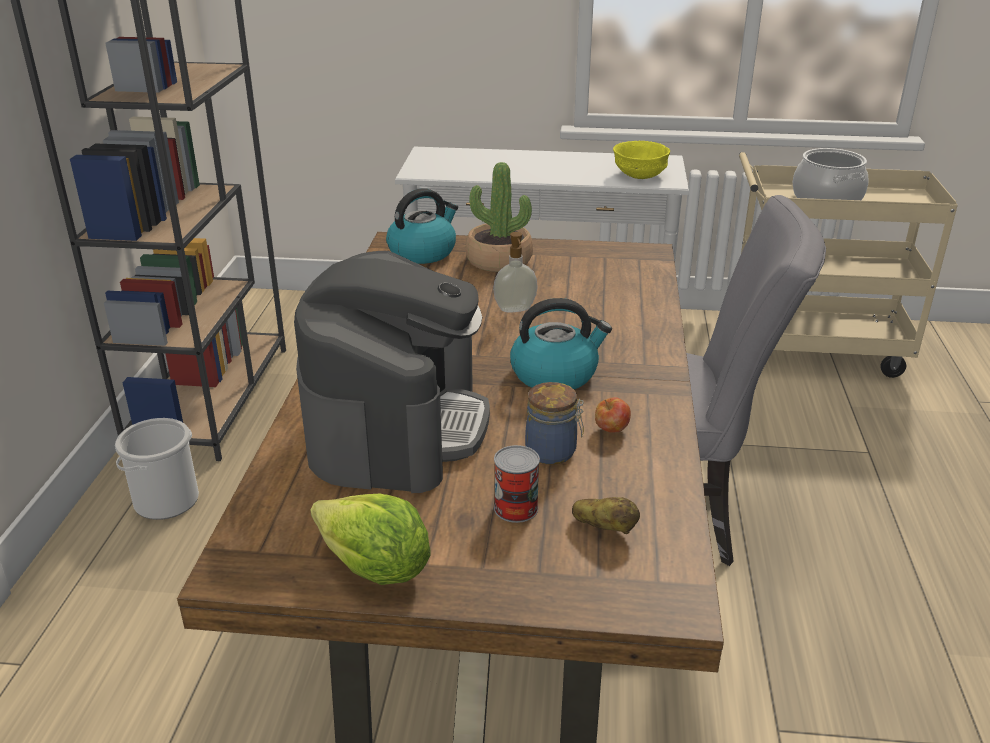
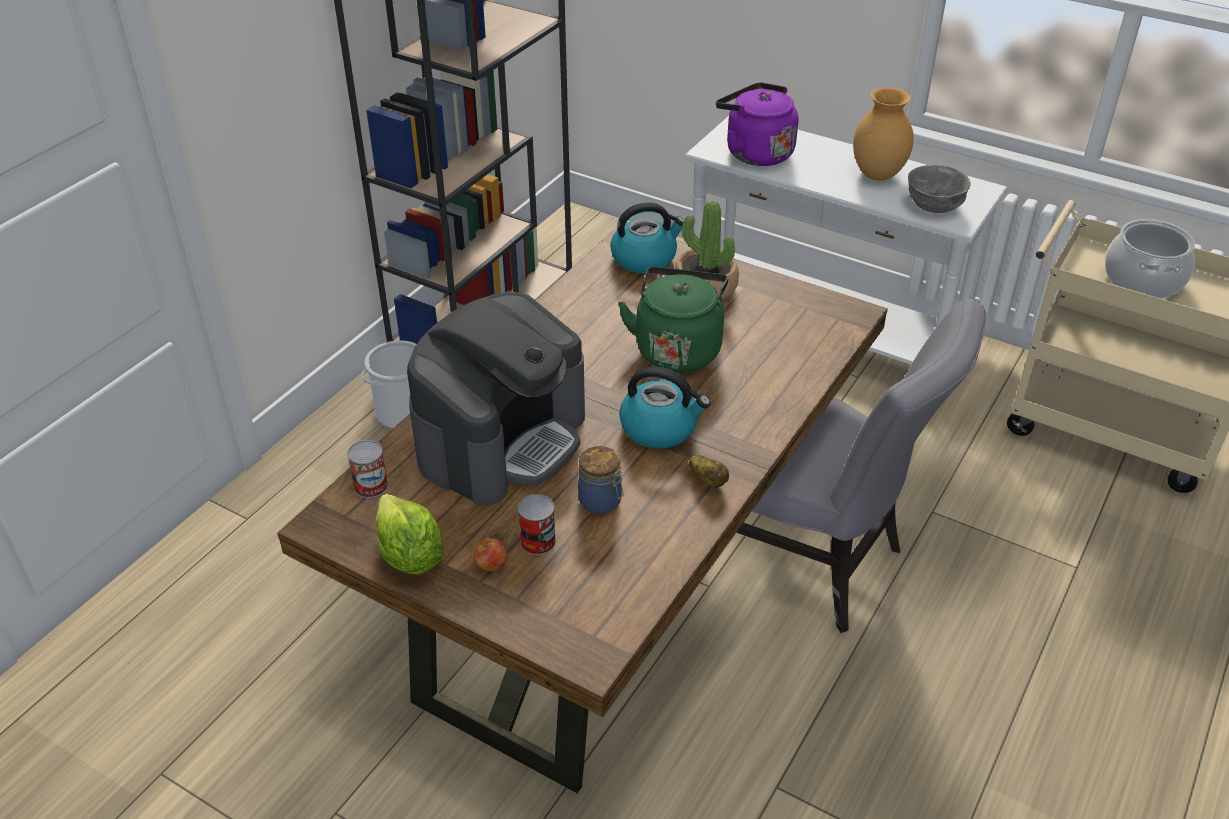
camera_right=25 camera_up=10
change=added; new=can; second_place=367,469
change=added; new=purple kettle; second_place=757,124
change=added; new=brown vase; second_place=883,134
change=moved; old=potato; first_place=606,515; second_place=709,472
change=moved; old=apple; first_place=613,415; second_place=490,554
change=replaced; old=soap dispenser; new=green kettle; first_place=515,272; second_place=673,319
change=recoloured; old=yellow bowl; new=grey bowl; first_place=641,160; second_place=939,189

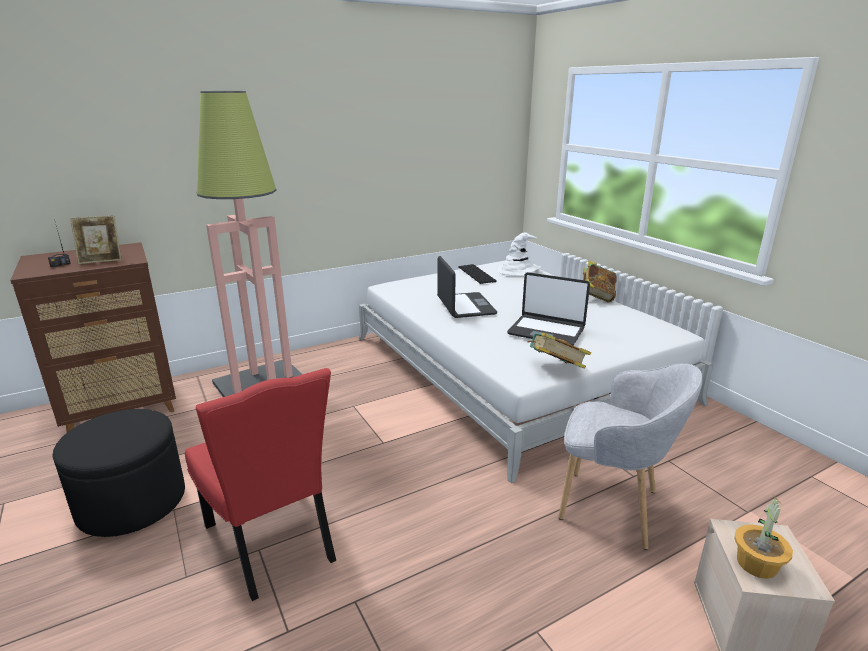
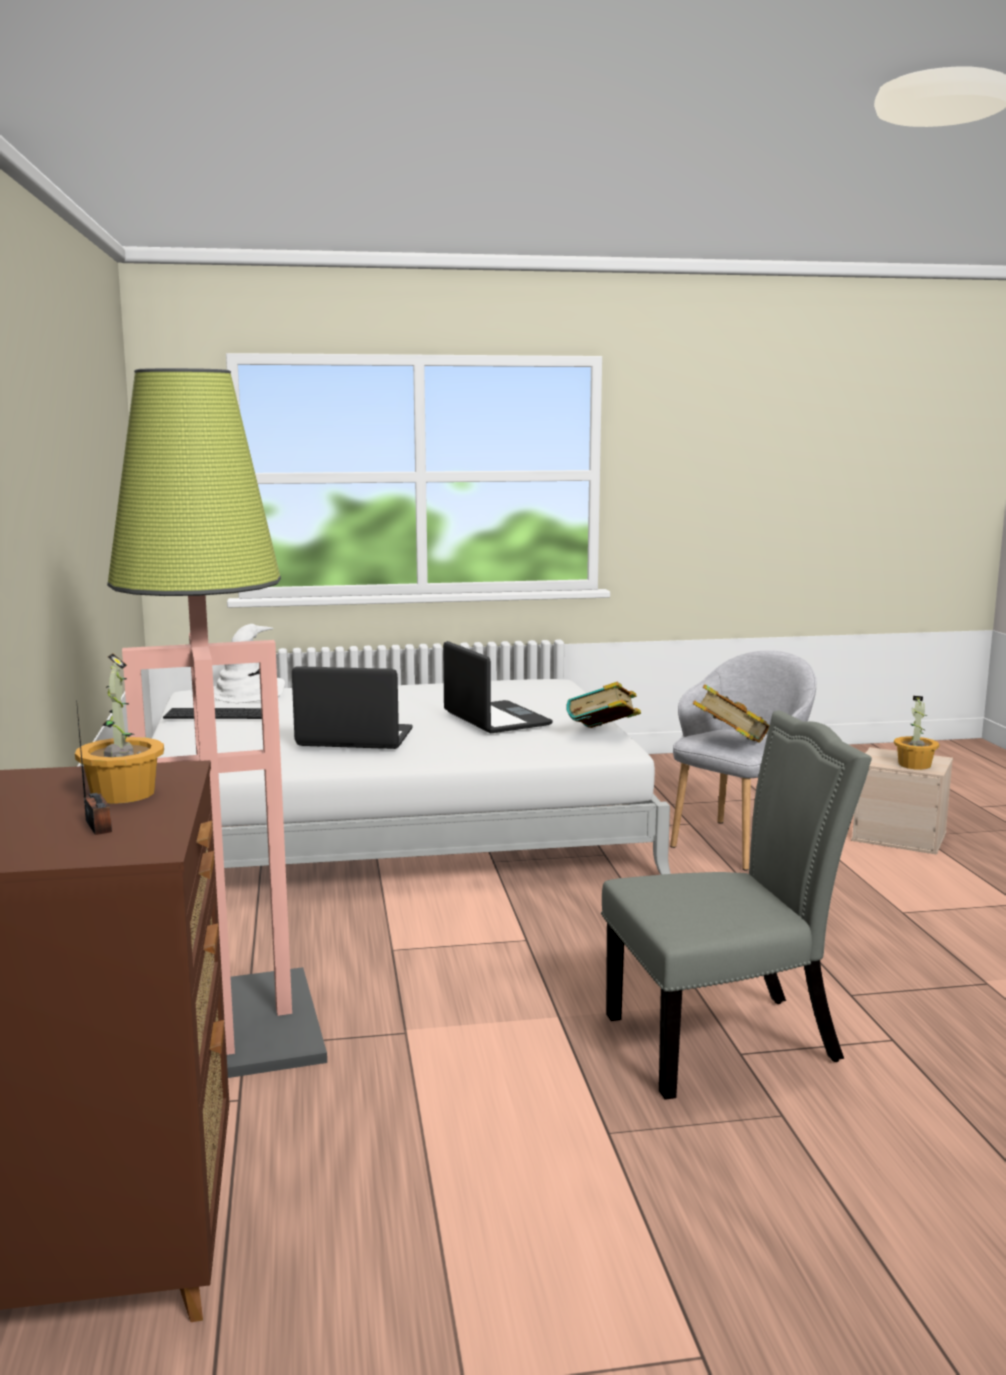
camera_right=-70 camera_up=-10
change=removed; old=black ottoman; first_place=118,473
change=moved; old=book; first_place=600,281; second_place=731,713
change=replaced; old=picture frame; new=potted plant; first_place=96,239; second_place=119,728
change=recoloured; old=red chair; new=grey chair; first_place=260,484; second_place=736,905
change=turned; old=laptop; first_place=548,309; second_place=498,687; degrees=-75

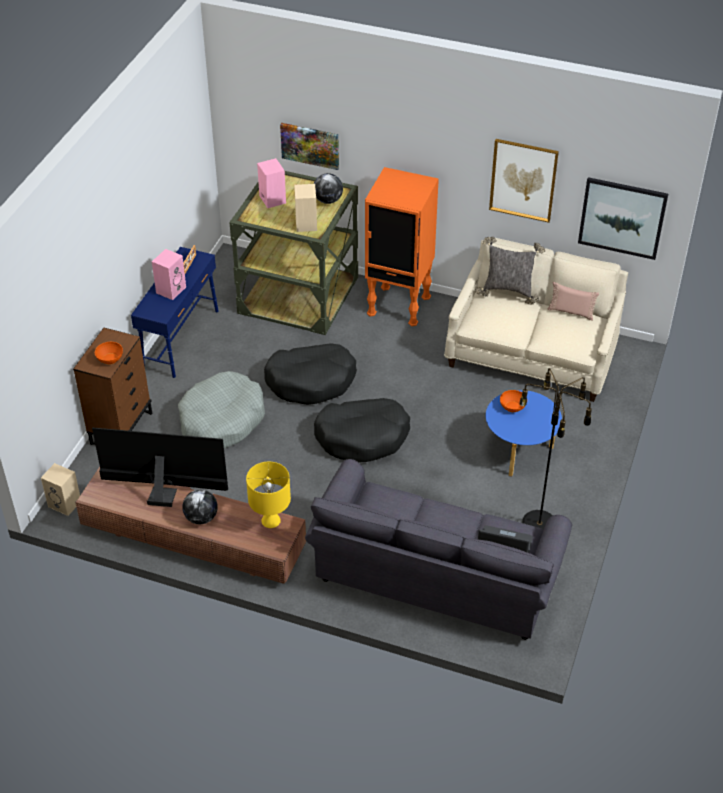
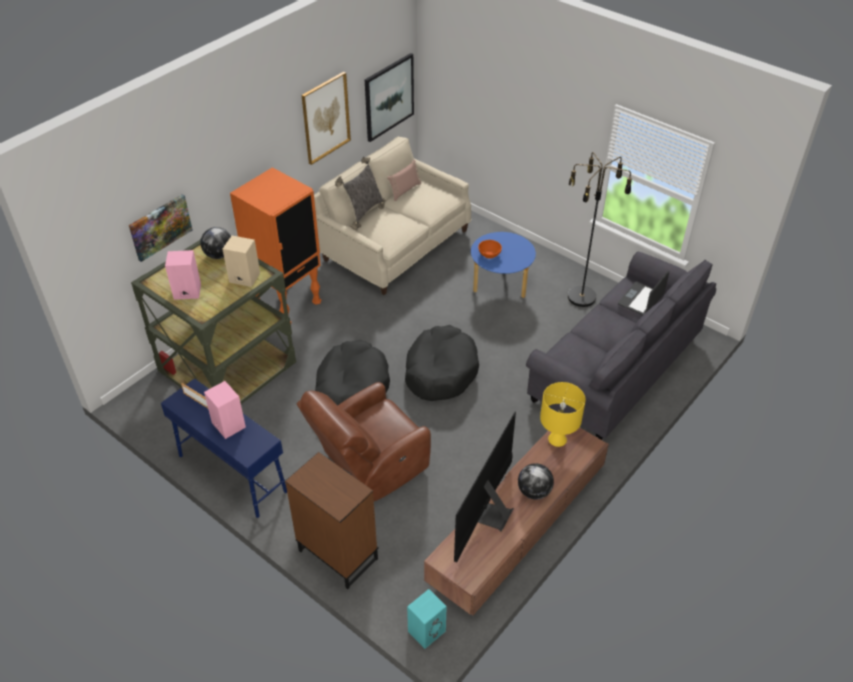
camera_right=-70 camera_up=0
change=removed; old=orange bowl; first_place=109,353
change=replaced; old=grey dog bed; new=brown armchair; first_place=221,409; second_place=364,441
change=recoloured; old=beige speaker; new=turquoise speaker; first_place=60,489; second_place=427,619

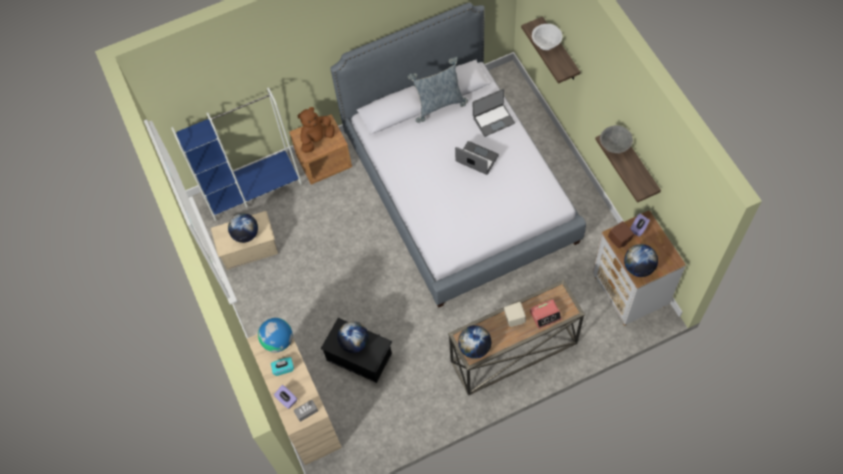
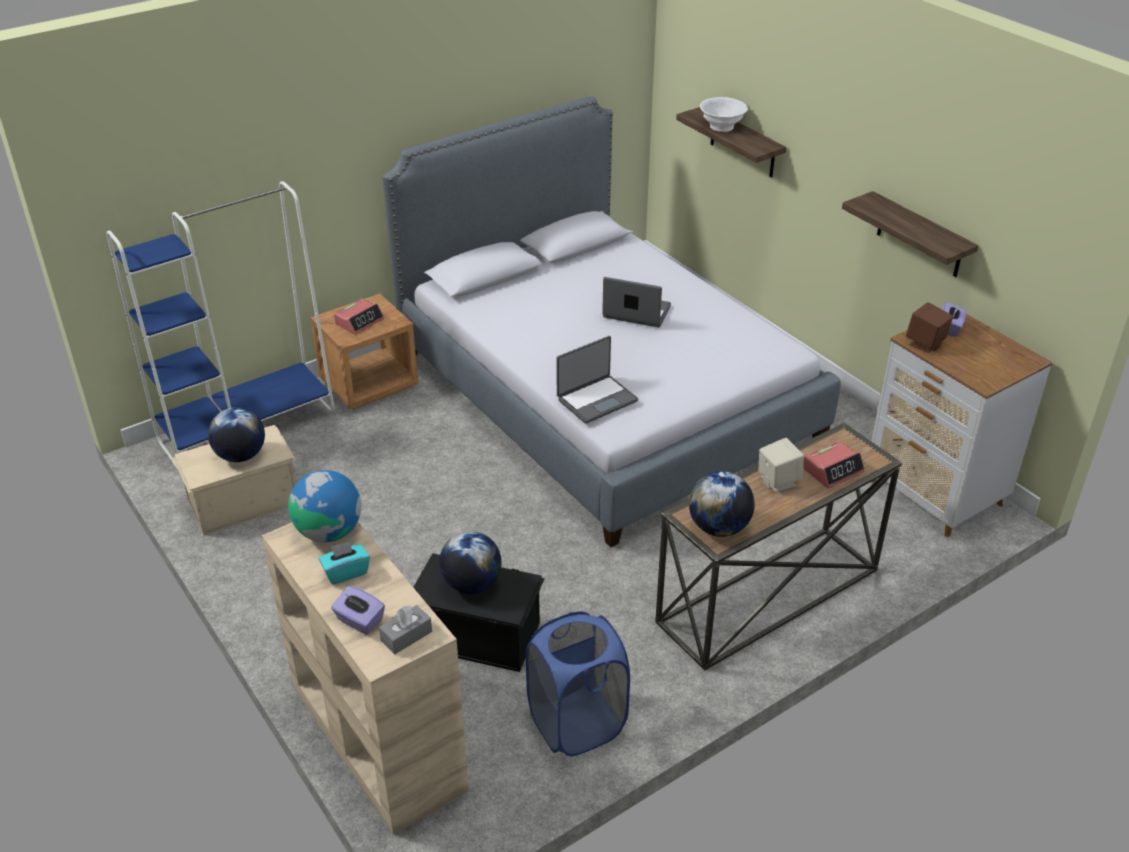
camera_right=-15 camera_up=-25
change=removed; old=pillow; first_place=438,90
change=removed; old=grey bowl; first_place=616,139
change=removed; old=globe; first_place=641,260
change=added; new=blue laundry basket; second_place=578,683
change=moved; old=laptop; first_place=494,113; second_place=597,380
change=replaced; old=brown plush toy; new=alarm clock; first_place=316,130; second_place=359,316

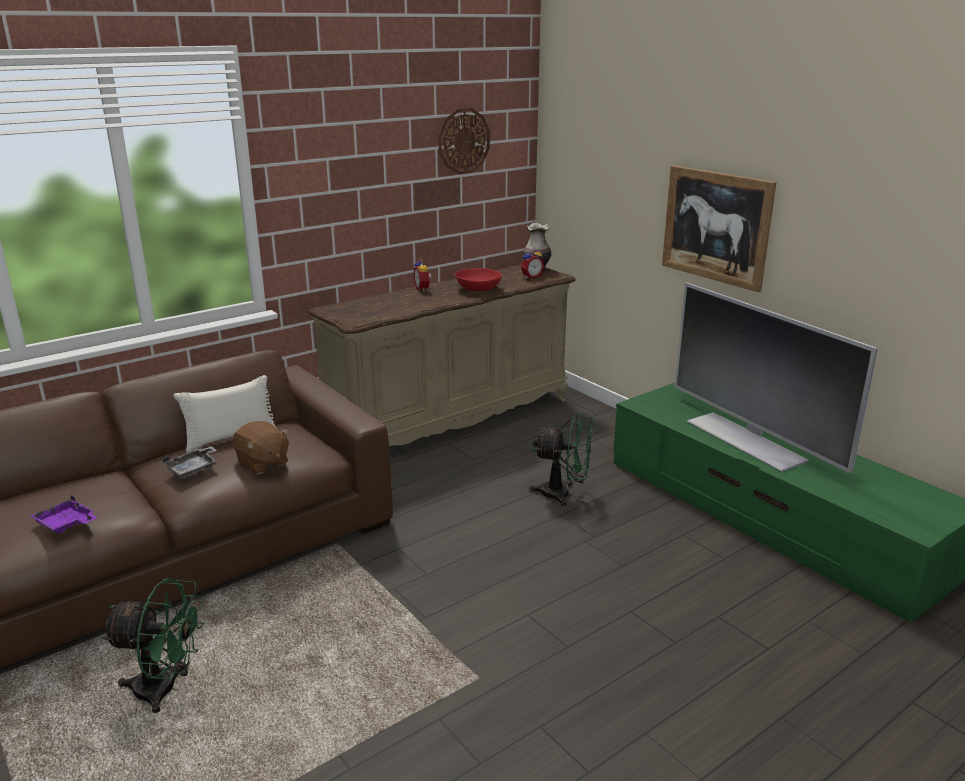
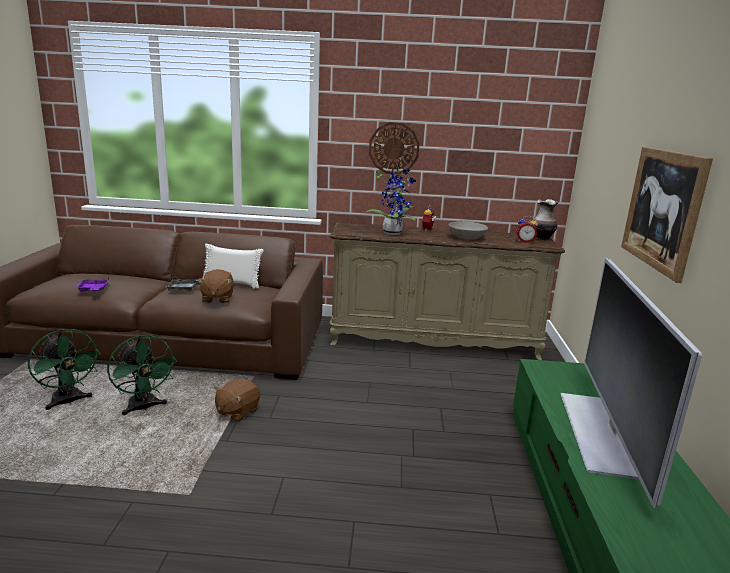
camera_right=40 camera_up=-5
change=added; new=brown plush toy; second_place=237,400
change=added; new=potted plant; second_place=391,200
change=moved; old=wall clock; first_place=464,141; second_place=394,148
change=moved; old=green fan; first_place=561,459; second_place=142,375
change=recoloured; old=red bowl; new=grey bowl; first_place=478,279; second_place=468,230

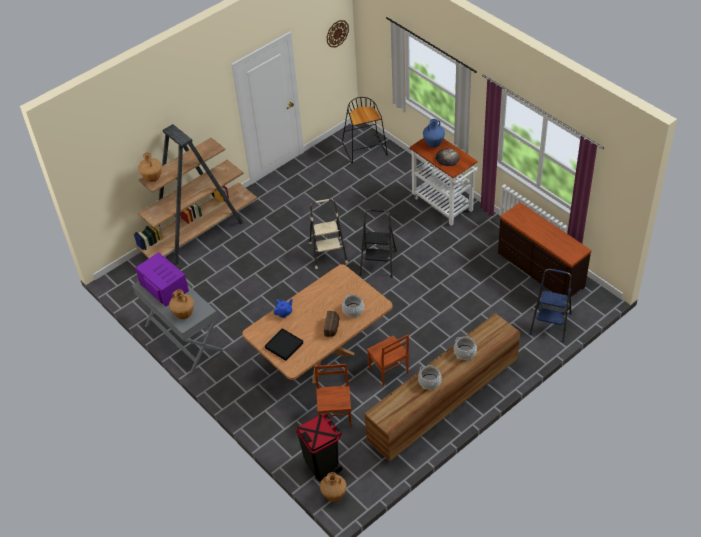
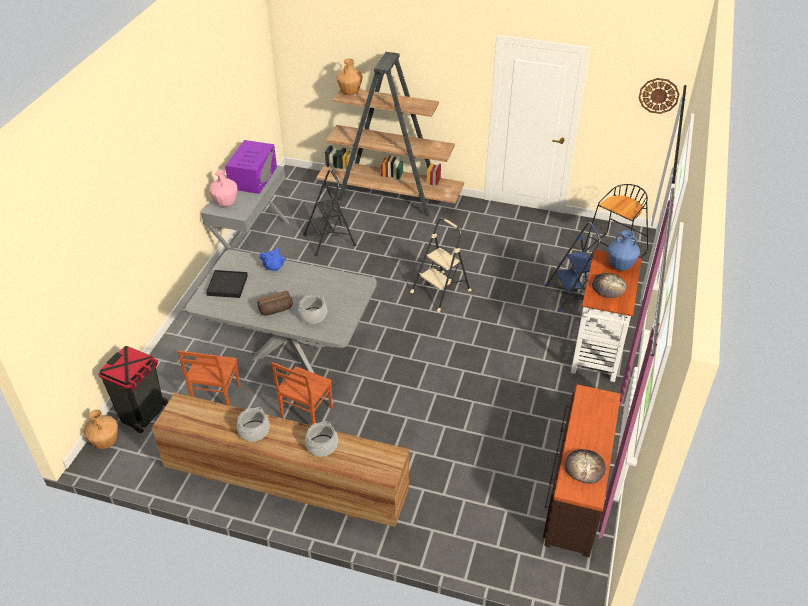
camera_right=55 camera_up=-5
change=added; new=bread; second_place=585,466
change=moved; old=black step ladder; first_place=378,243; second_place=330,213
change=moved; old=blue step ladder; first_place=550,306; second_place=572,267
change=recoloured; old=brown vase; new=pink vase; first_place=181,304; second_place=223,188
change=recoloured; old=brown dining table; new=grey dining table; first_place=317,323; second_place=281,311
change=turned; old=brown chair; first_place=333,395; second_place=209,378; degrees=135

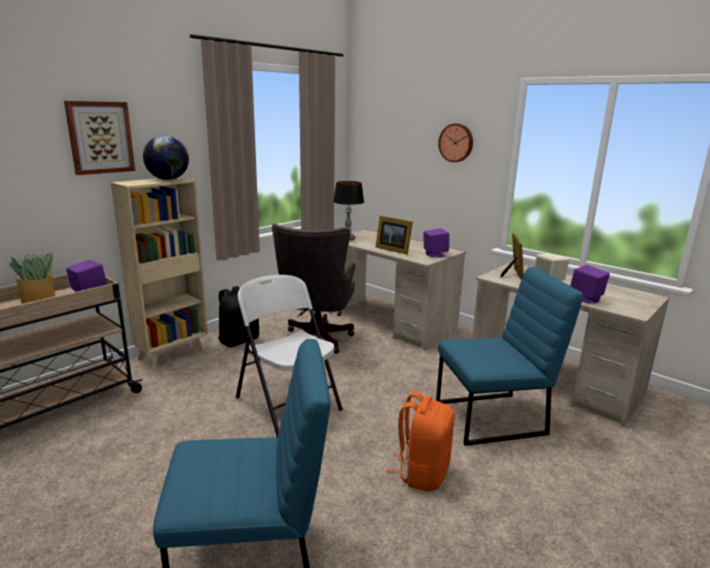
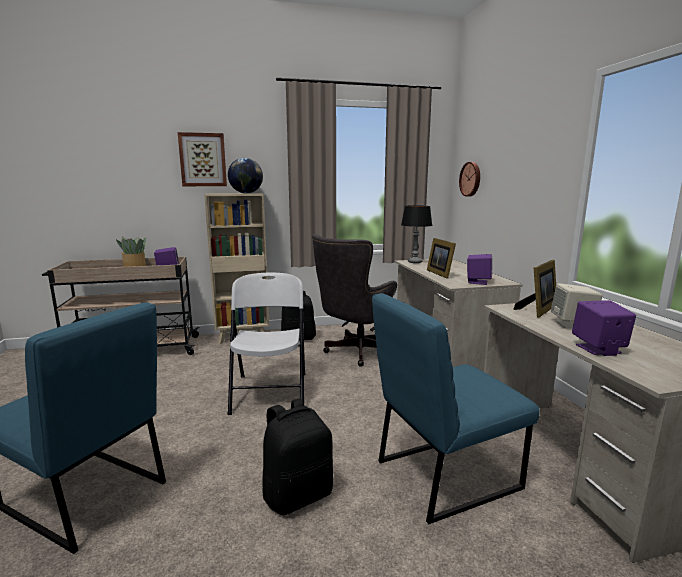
camera_right=35 camera_up=-5
change=moved; old=wall clock; first_place=455,143; second_place=469,179
change=recoloured; old=orange backpack; new=black backpack; first_place=421,441; second_place=297,456
change=turned; old=blue chair; first_place=509,356; second_place=456,408; degrees=135

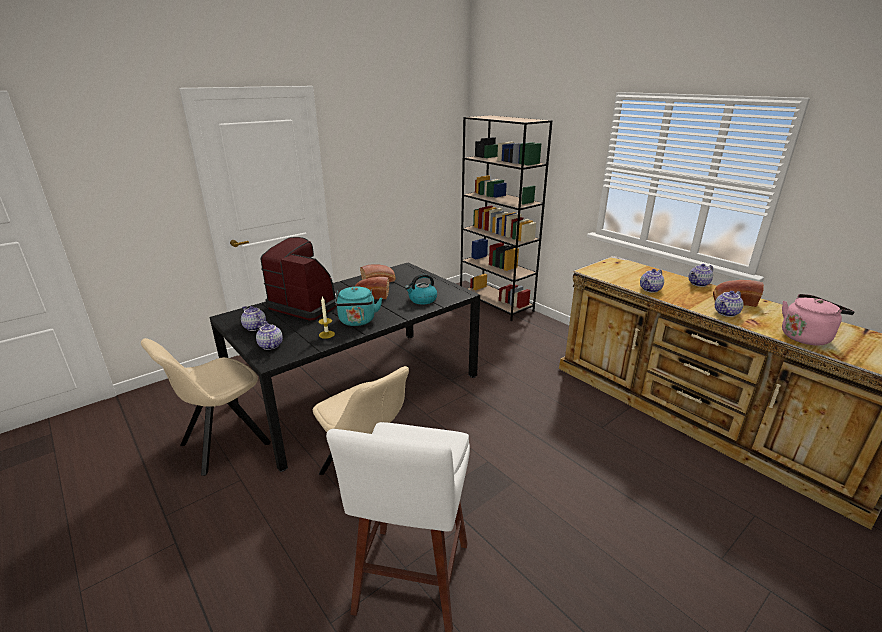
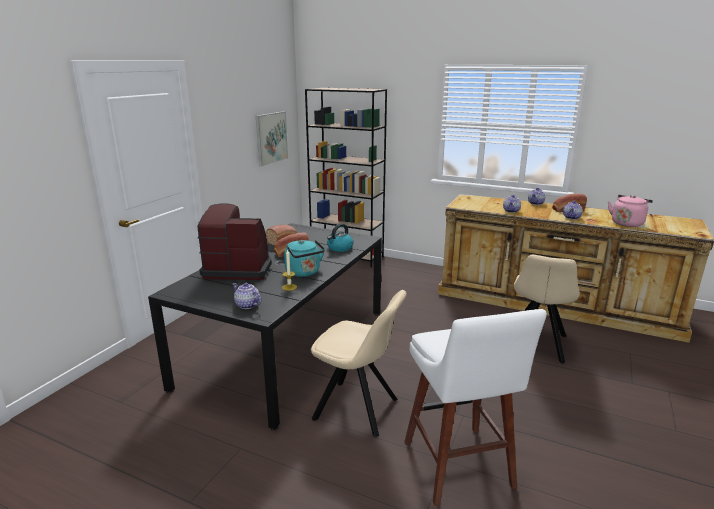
camera_right=-25 camera_up=-5
change=removed; old=teapot; first_place=253,318
change=added; new=picture; second_place=272,139
change=moved; old=beige chair; first_place=206,407; second_place=547,309

